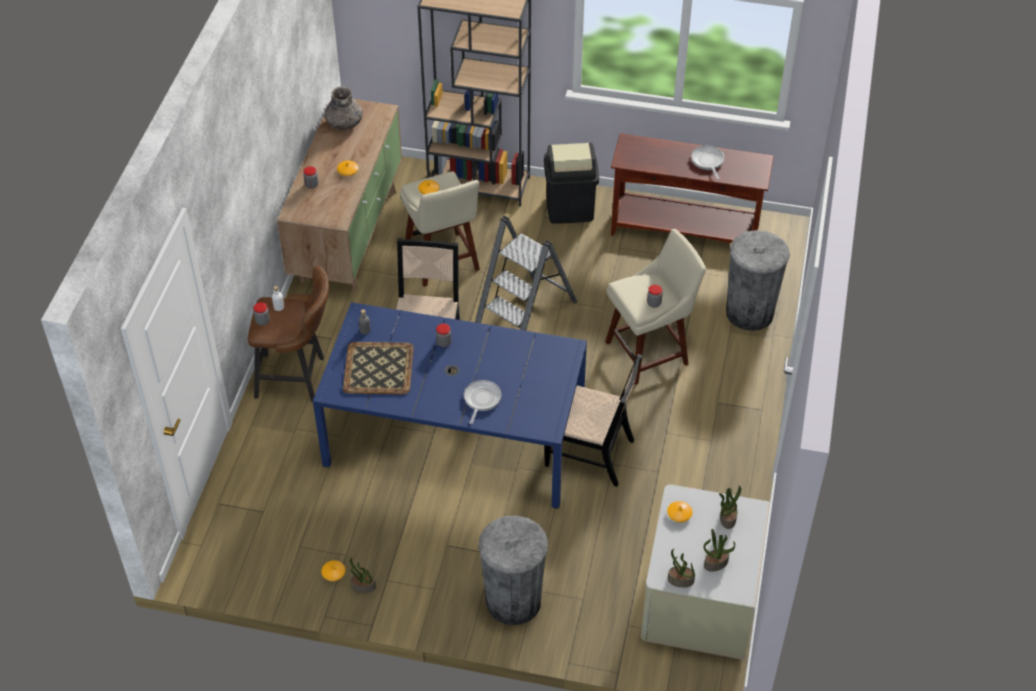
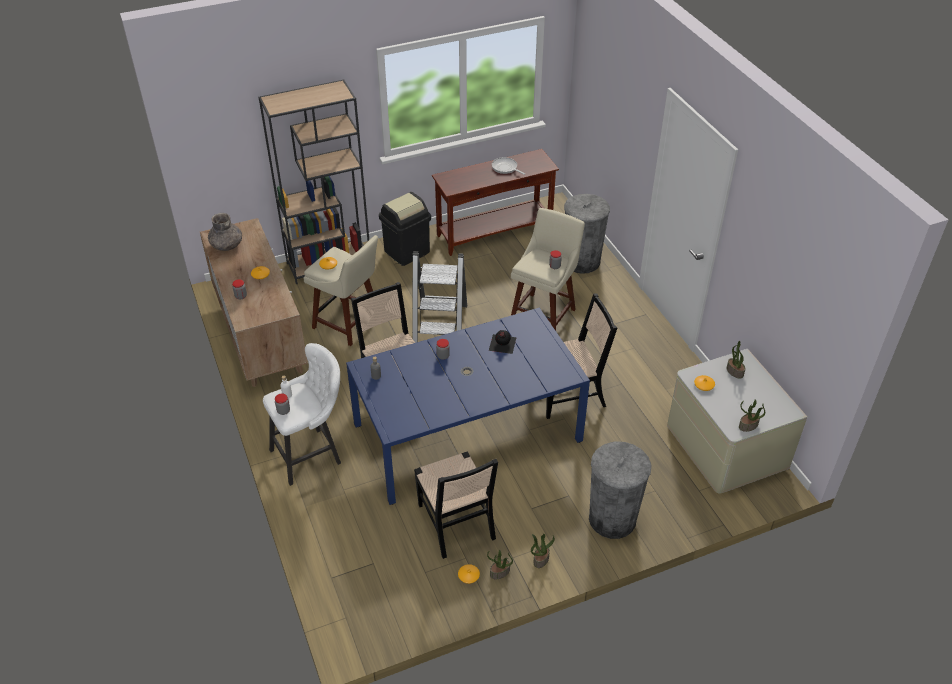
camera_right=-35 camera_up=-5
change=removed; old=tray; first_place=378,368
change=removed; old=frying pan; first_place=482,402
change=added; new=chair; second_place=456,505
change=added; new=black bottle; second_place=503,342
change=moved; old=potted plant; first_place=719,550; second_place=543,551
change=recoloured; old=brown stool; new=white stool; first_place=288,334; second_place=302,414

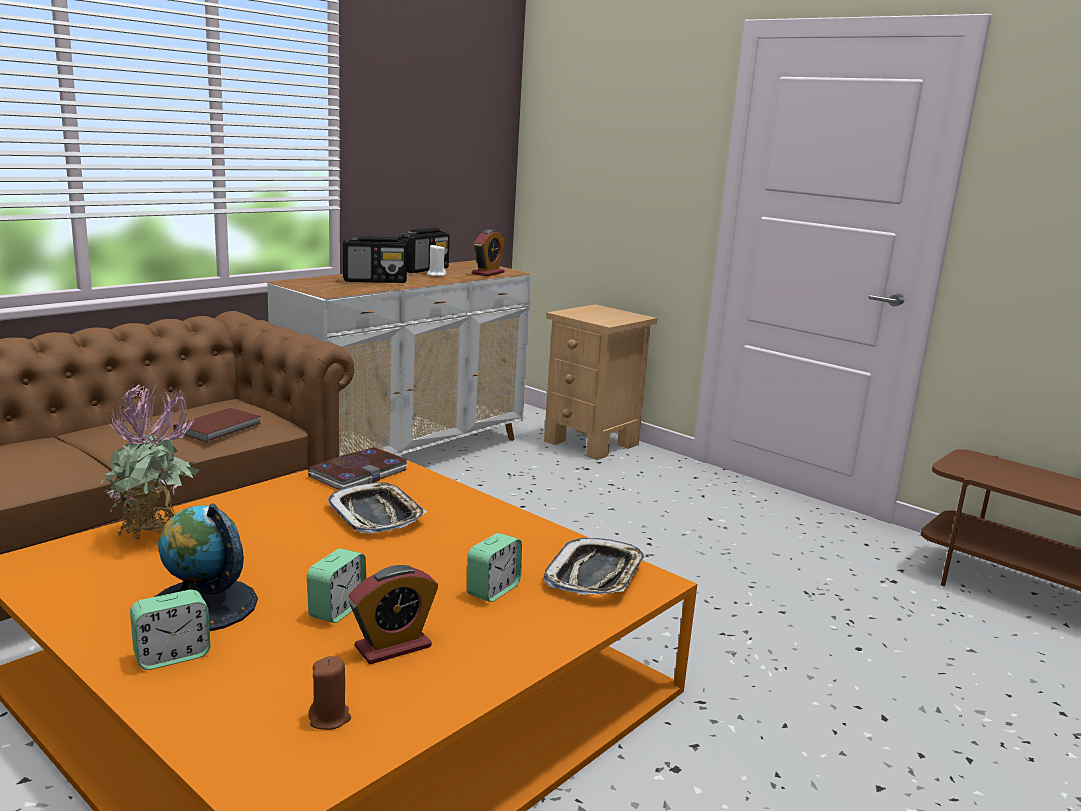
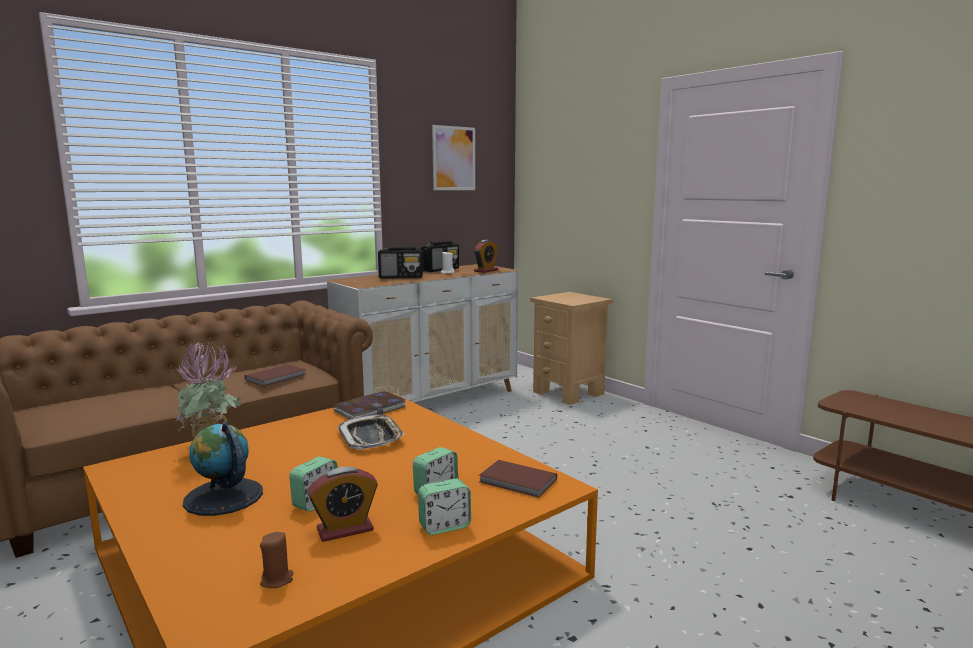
camera_right=10 camera_up=-5
change=added; new=picture; second_place=453,157
change=moved; old=alarm clock; first_place=170,630; second_place=444,507
change=replaced; old=tray; new=brown book; first_place=593,566; second_place=518,479

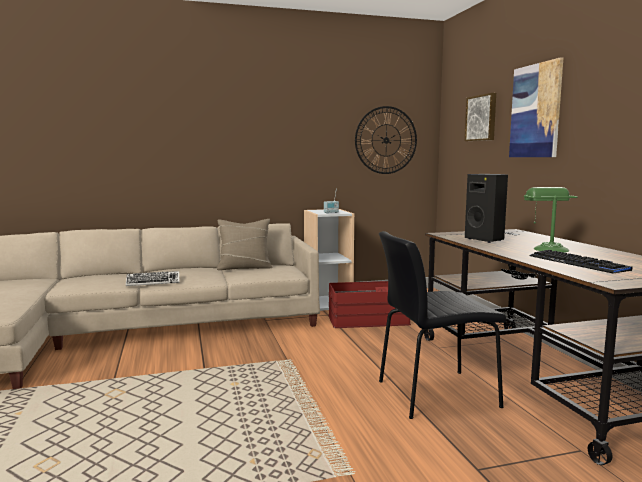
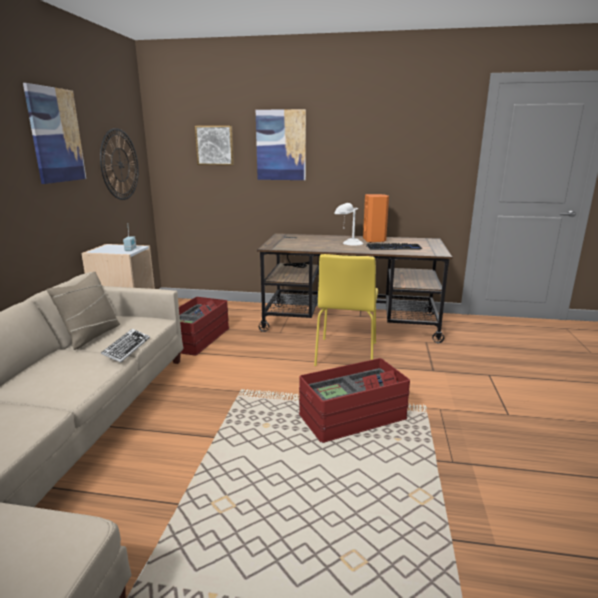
camera_right=-65 camera_up=10
change=removed; old=black speaker; first_place=486,208
change=added; new=picture; second_place=54,133
change=added; new=red storage box; second_place=354,400
change=added; new=orange speaker; second_place=376,218
change=moved; old=keyboard; first_place=153,278; second_place=125,345
change=recoloured; old=black chair; new=yellow chair; first_place=442,325; second_place=346,310
change=recoloured; old=green table lamp; new=white table lamp; first_place=551,220; second_place=348,224

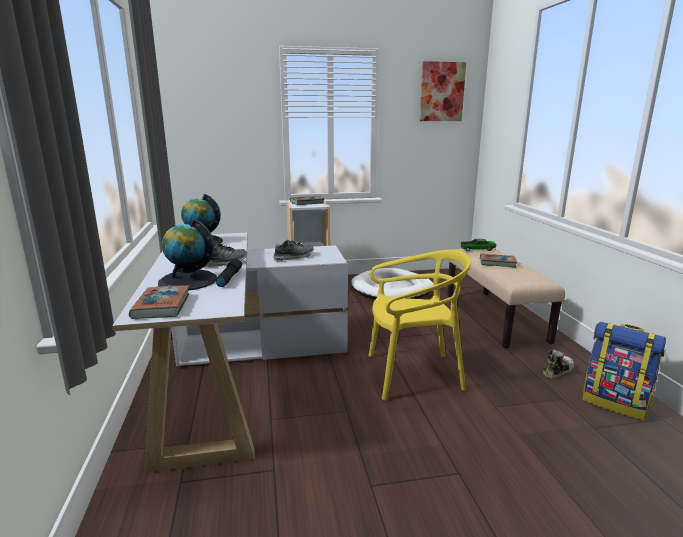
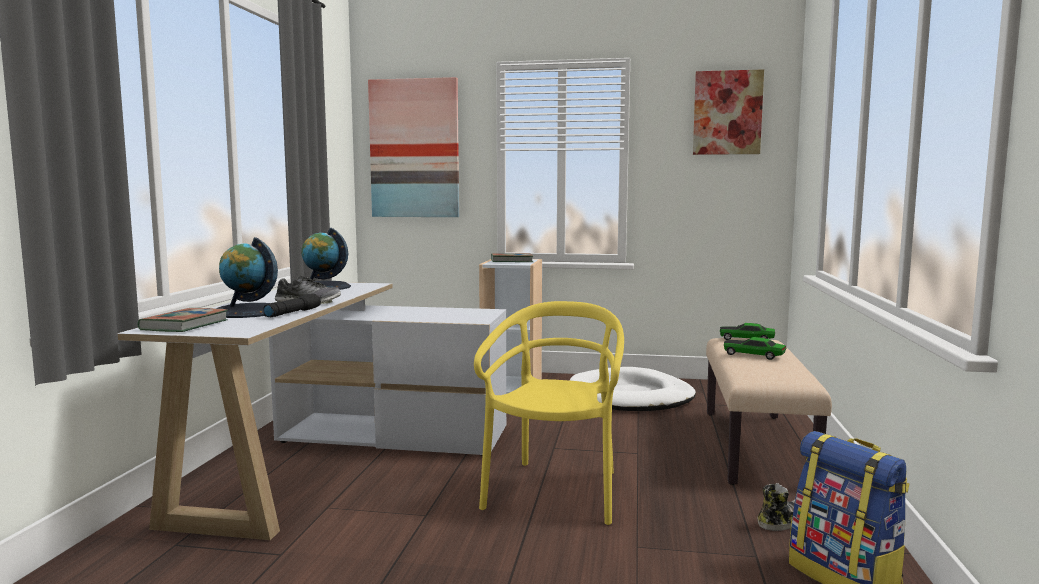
camera_right=20 camera_up=-10
change=removed; old=shoe; first_place=293,250
change=added; new=picture; second_place=413,147
change=replaced; old=book; new=toy car; first_place=498,260; second_place=755,348
change=turned; old=yellow chair; first_place=419,325; second_place=549,413; degrees=-90

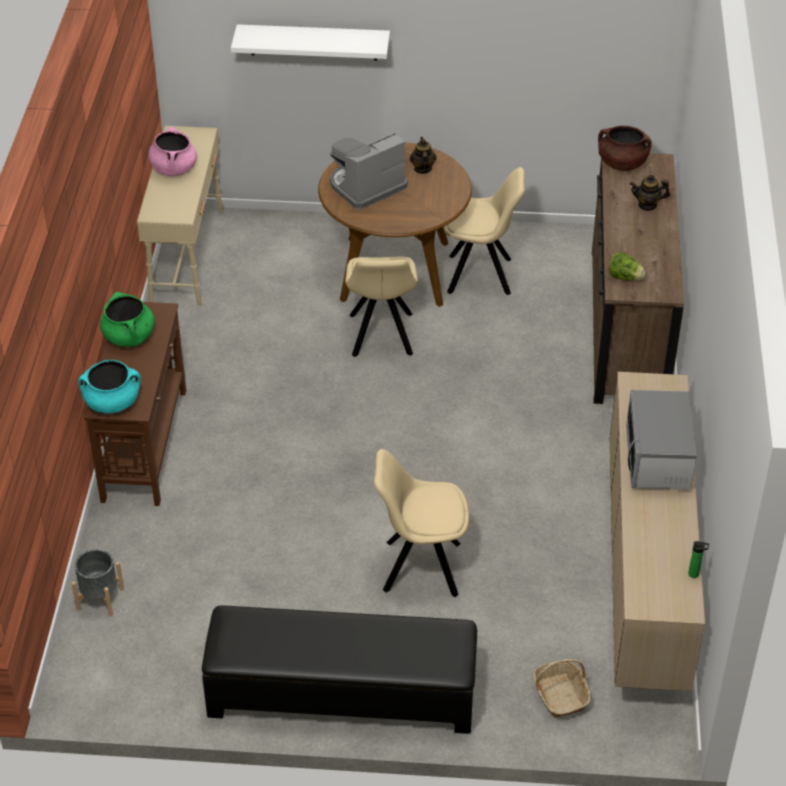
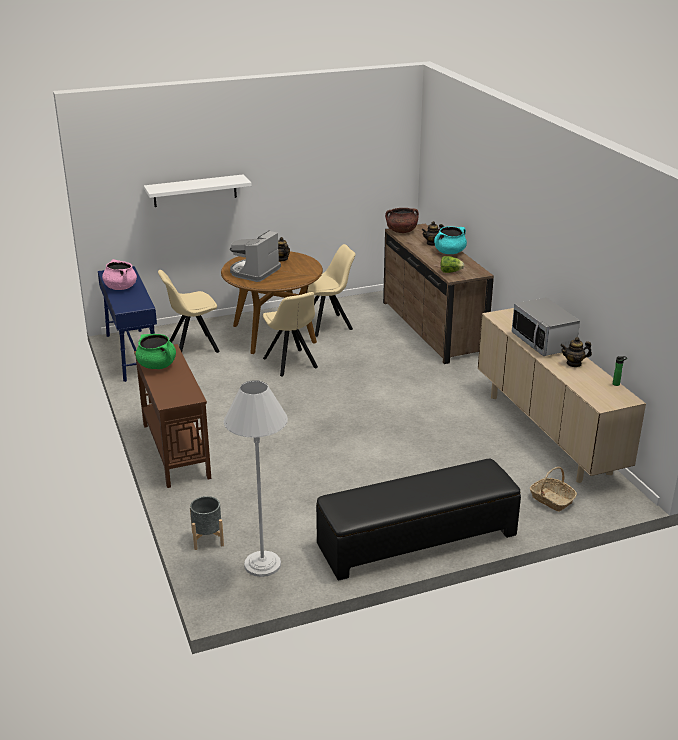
camera_right=-25 camera_up=-15
change=added; new=white floor lamp; second_place=256,478
change=added; new=teapot; second_place=576,352
change=moved; old=turquoise cooking pot; first_place=109,386; second_place=450,240
change=moved; old=beige chair; first_place=421,523; second_place=188,311
change=recoloured; old=beige console table; new=blue console table; first_place=180,216; second_place=127,324

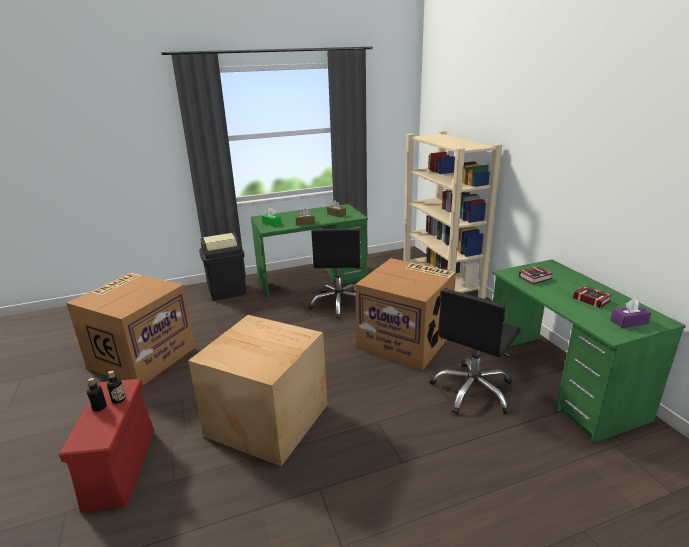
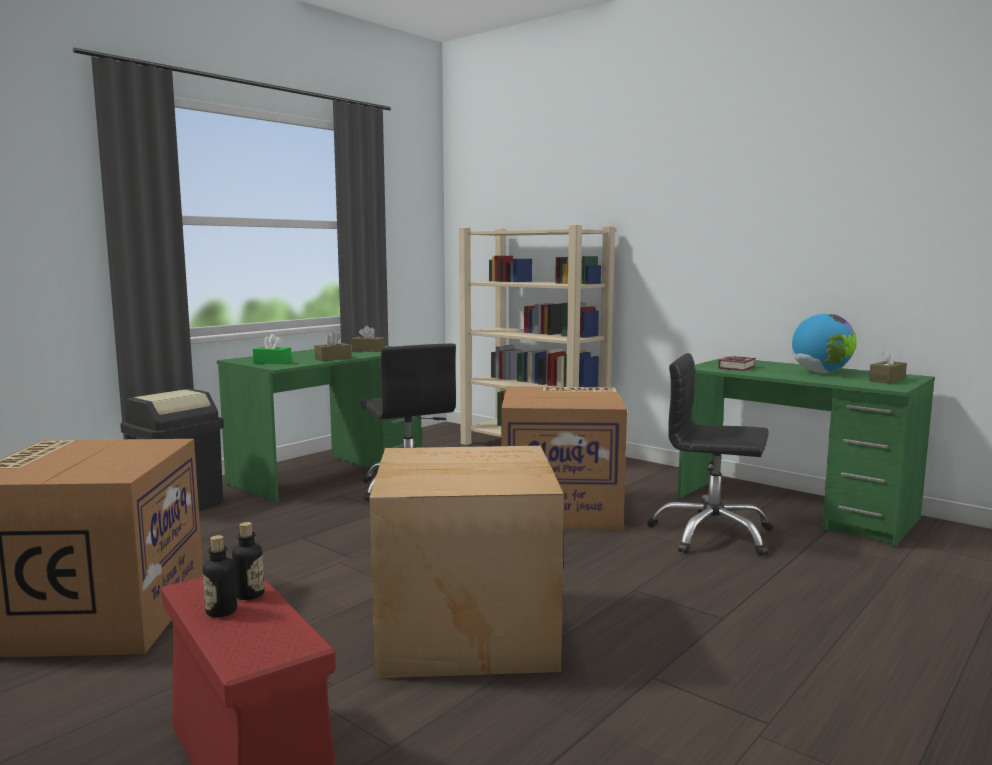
camera_right=-30 camera_up=-15
change=replaced; old=book; new=globe; first_place=592,297; second_place=824,343
change=recoloured; old=purple tissue box; new=brown tissue box; first_place=630,313; second_place=888,365
change=turned; old=black office chair; first_place=475,352; second_place=710,454; degrees=105

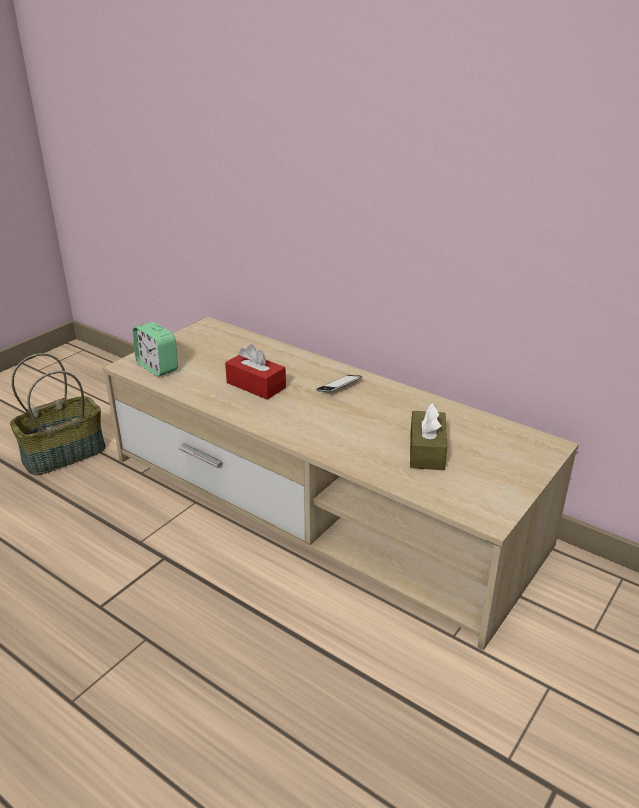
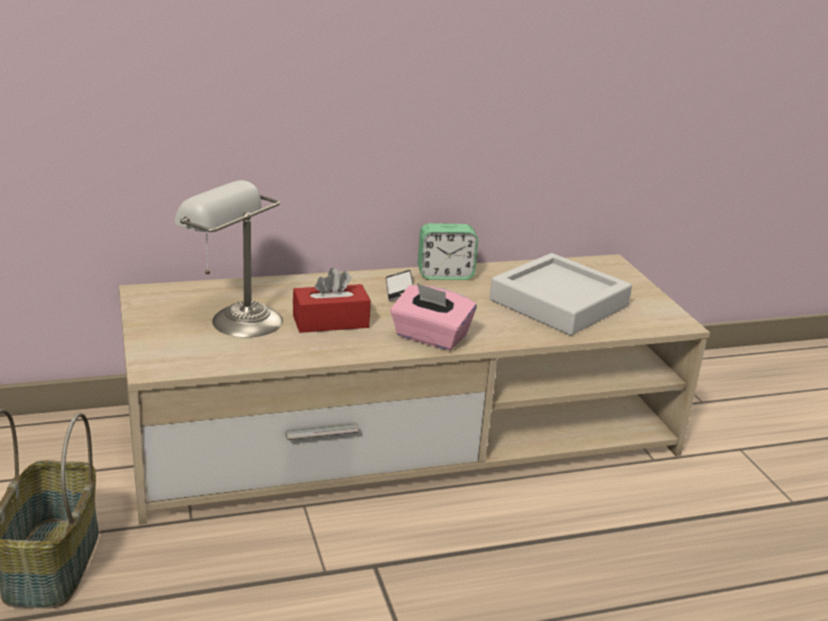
camera_right=-55 camera_up=-5
change=added; new=white table lamp; second_place=228,258
change=added; new=pink tissue box; second_place=433,317
change=moved; old=alarm clock; first_place=155,349; second_place=448,251
change=replaced; old=brown tissue box; new=grey tray; first_place=428,436; second_place=561,294

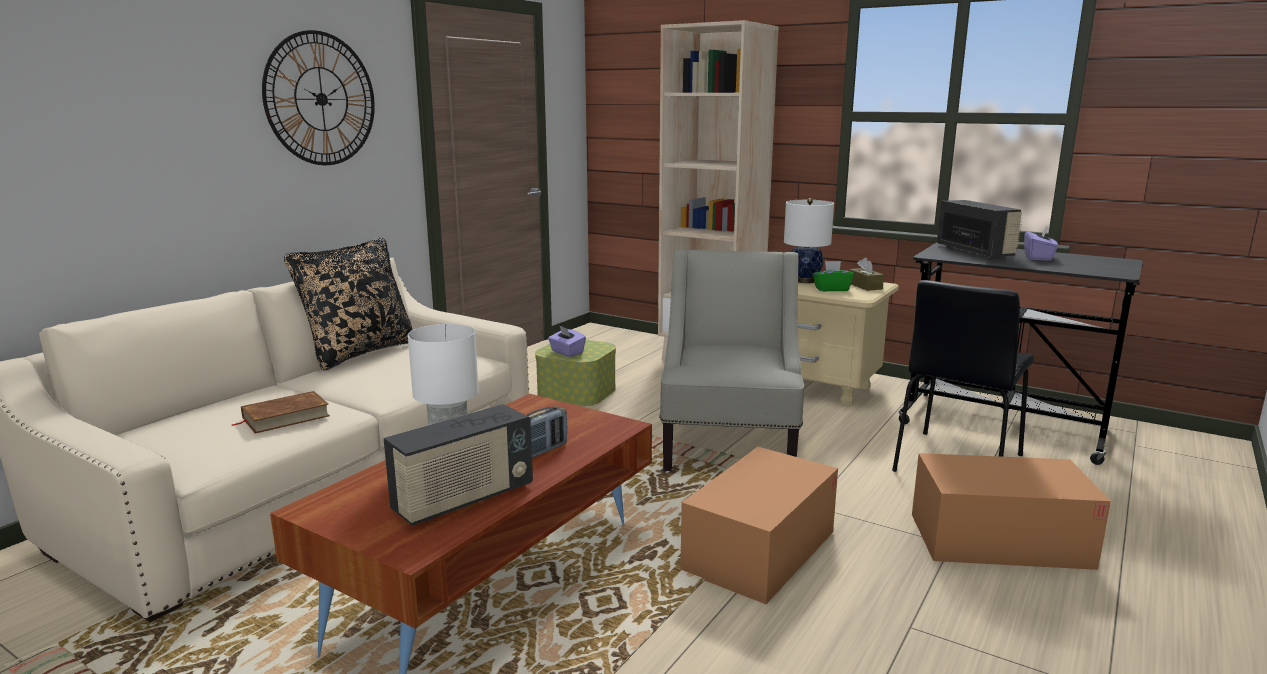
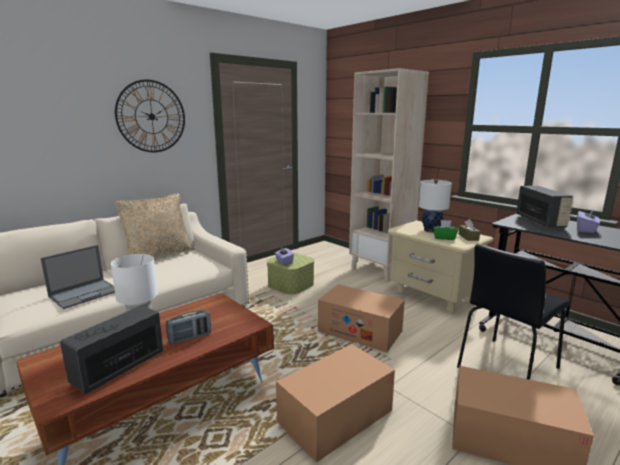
camera_right=15 camera_up=0
change=replaced; old=brown book; new=laptop; first_place=281,412; second_place=78,277
change=replaced; old=grey armchair; new=cardboard box; first_place=731,360; second_place=361,318
change=recoloured; old=black pillow; new=beige pillow; first_place=348,304; second_place=153,225
change=turned; old=radio; first_place=458,465; second_place=111,349; degrees=150

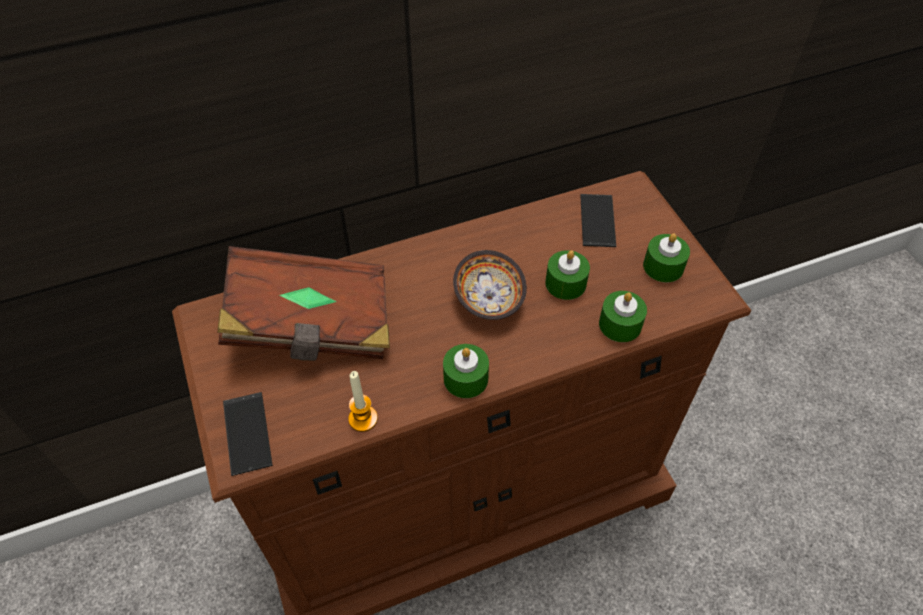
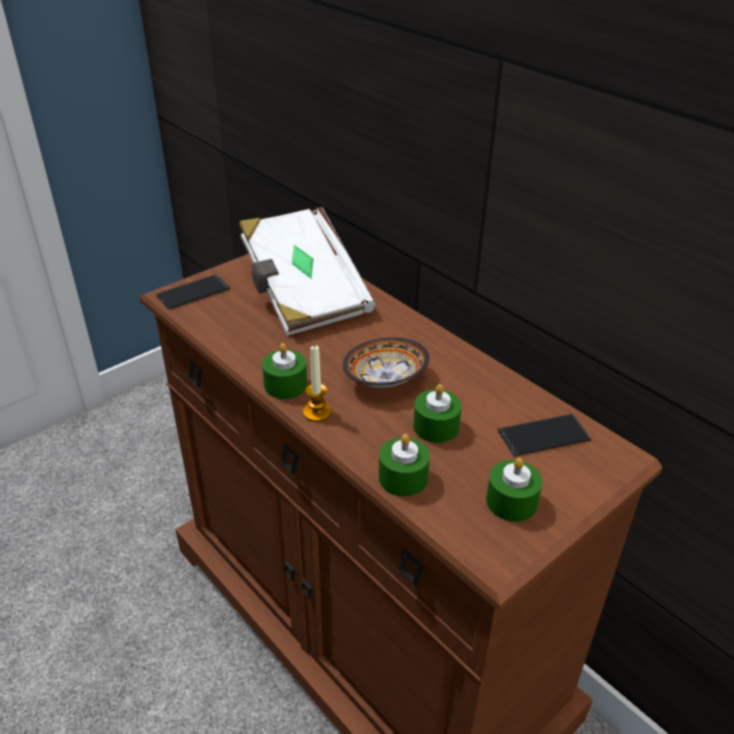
camera_right=70 camera_up=-15
change=moved; old=candle; first_place=363,401; second_place=317,383
change=recoloured; old=brown book; new=white book; first_place=303,303; second_place=307,271

